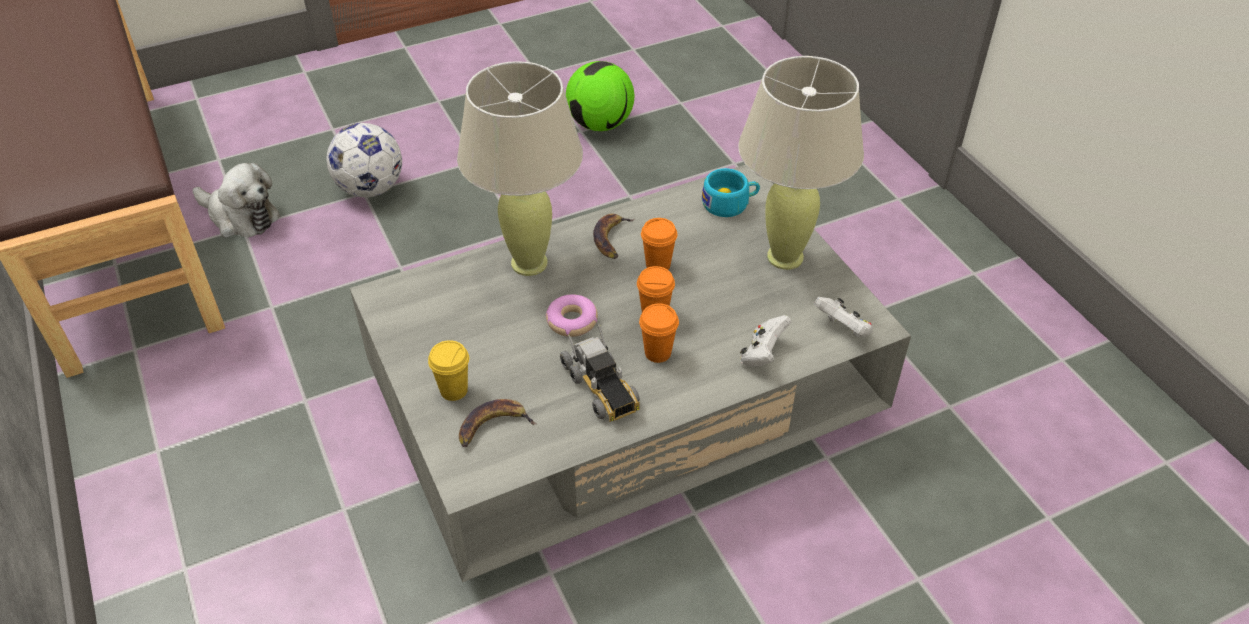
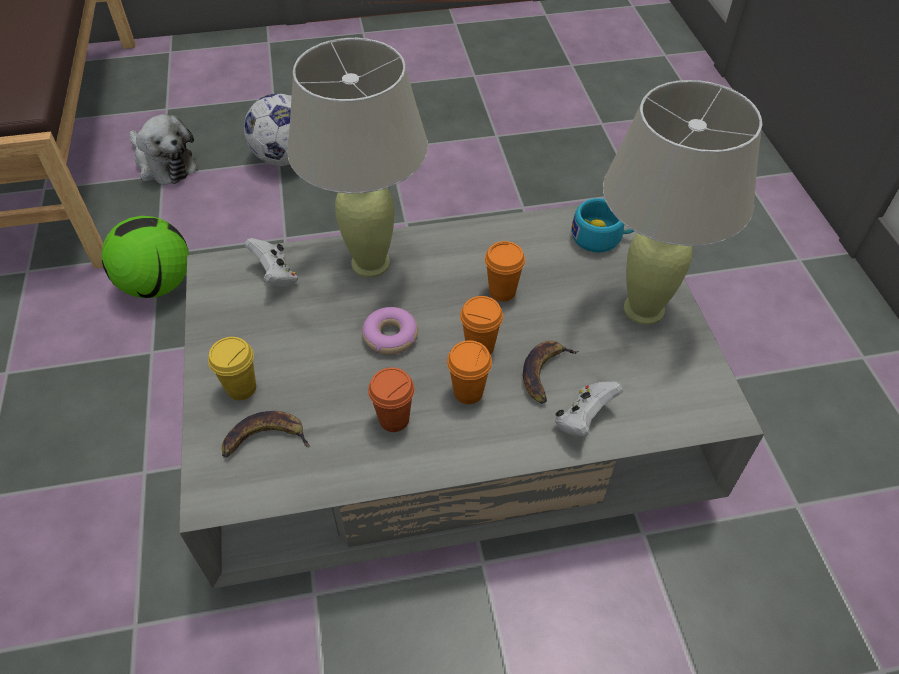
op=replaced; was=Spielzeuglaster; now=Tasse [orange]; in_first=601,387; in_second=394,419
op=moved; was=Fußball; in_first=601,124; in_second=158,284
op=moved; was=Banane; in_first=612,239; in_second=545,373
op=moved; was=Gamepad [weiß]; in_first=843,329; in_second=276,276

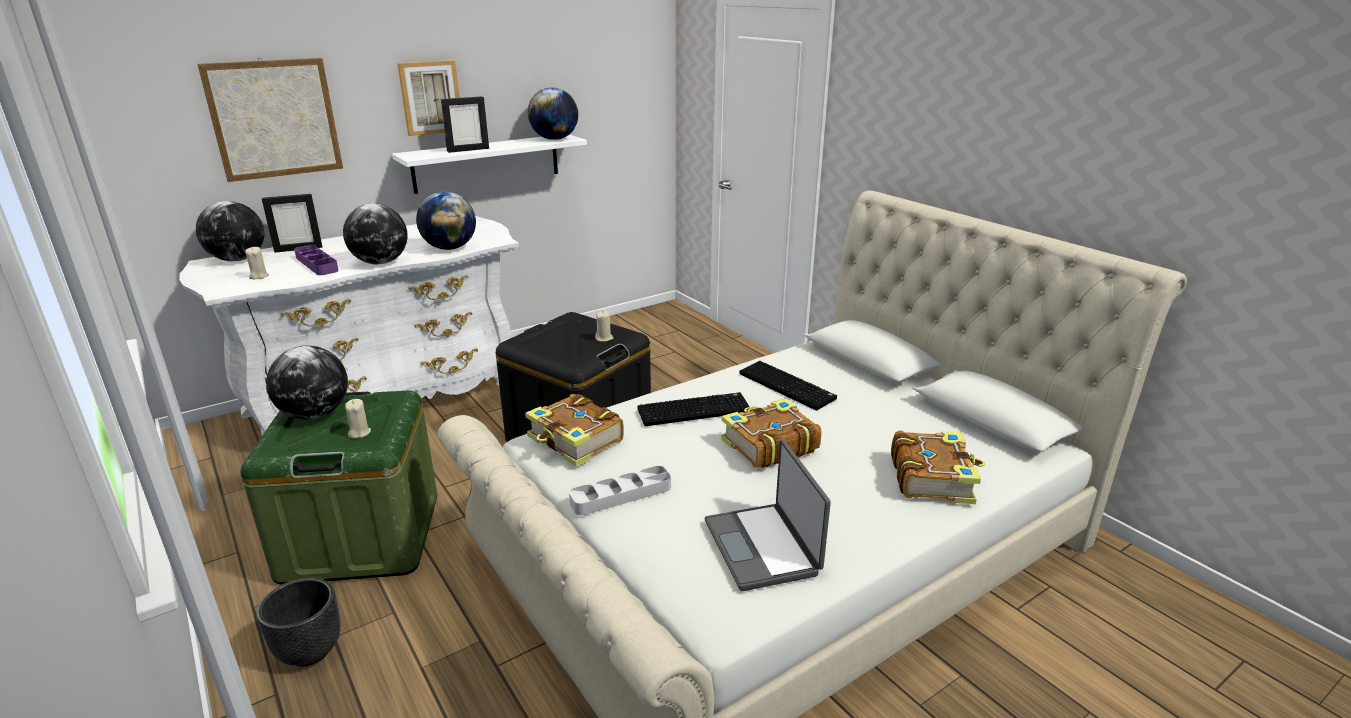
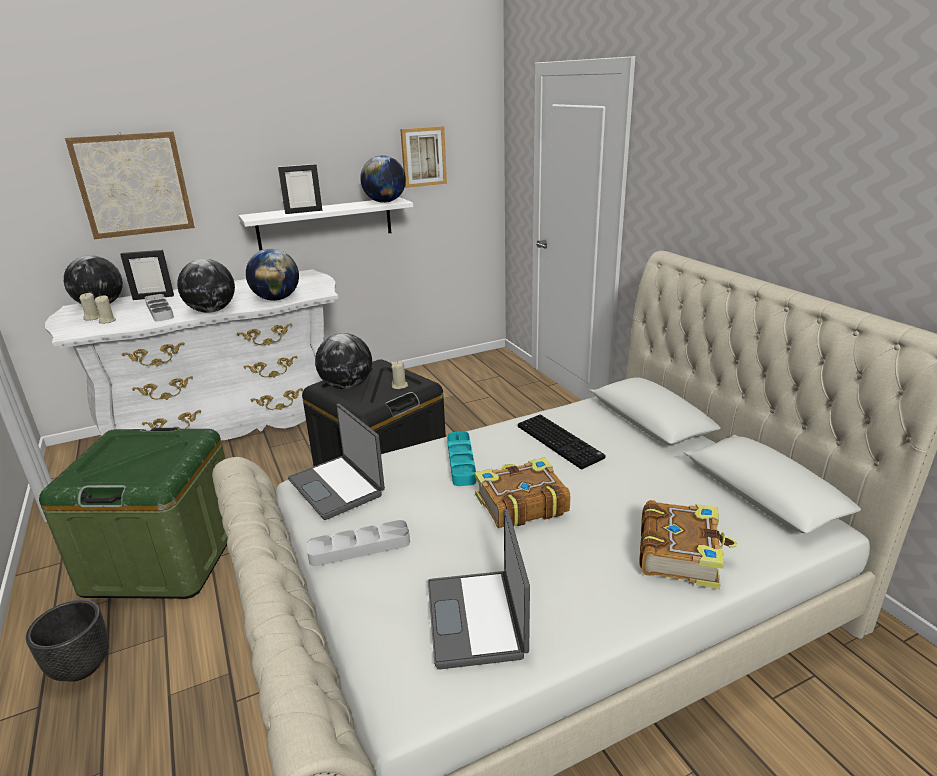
op=moved; was=Globus; in_first=315,414; in_second=347,386
op=recoloured; was=Tablett [lila]; now=Tablett [grau]; in_first=316,264; in_second=159,311
op=moved; was=Kerze [beige]; in_first=359,433; in_second=92,318
op=moved; was=Bild; in_first=430,97; in_second=423,157
op=replaced; was=Buch; now=Laptop; in_first=575,441; in_second=338,487
op=replaced; was=Tastatur; now=Tablett [türkis]; in_first=694,410; in_second=461,462

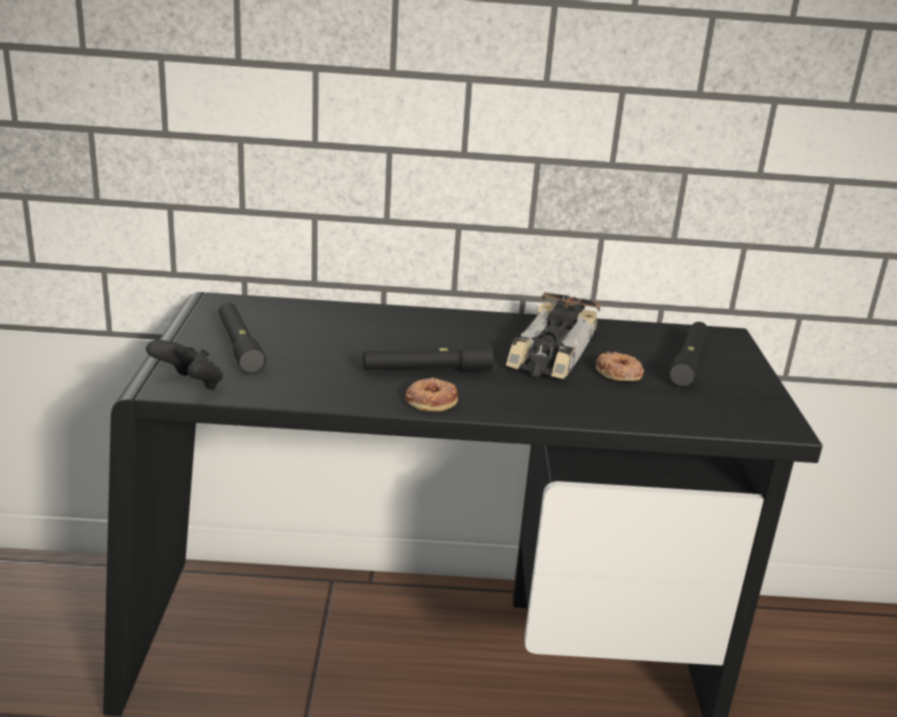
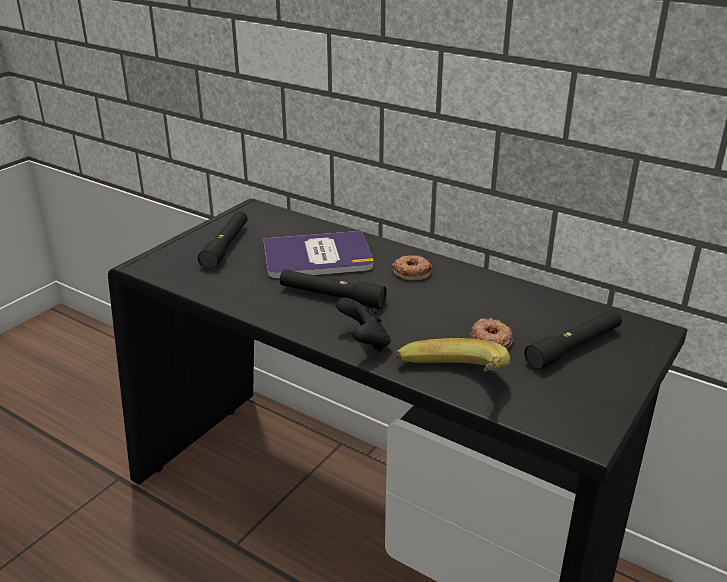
op=moved; was=Gamepad [schwarz]; in_first=189,386; in_second=365,342
op=moved; was=Donut; in_first=431,400; in_second=411,271
op=removed; was=Spielzeugauto; in_first=552,351
op=added; now=Buch; in_second=317,256
op=added; now=Banane; in_second=452,383

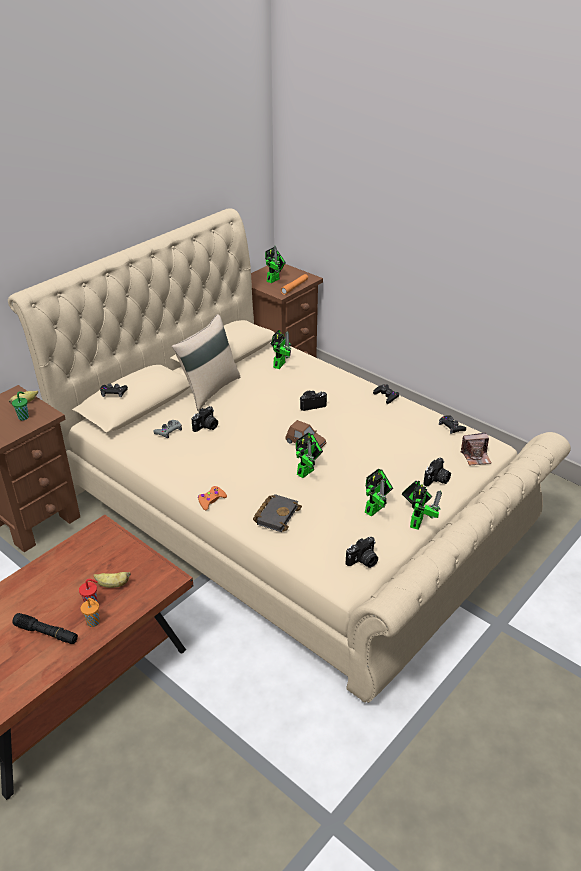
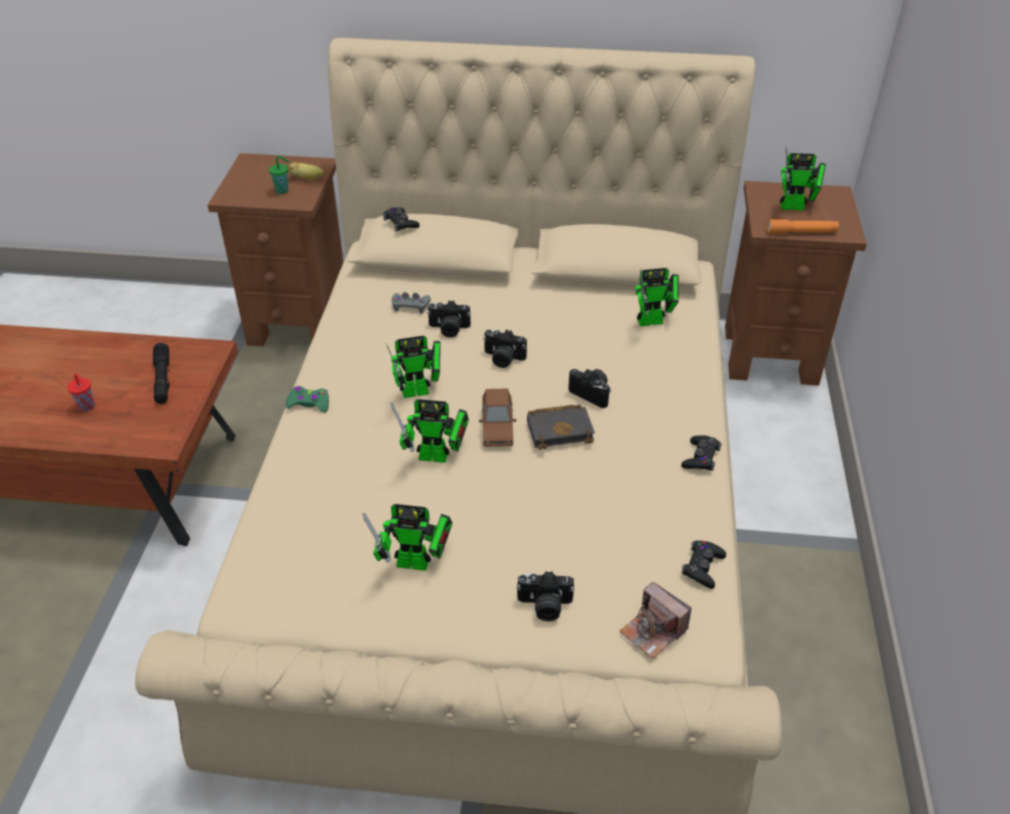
op=moved; was=Taschenlampe [schwarz]; in_first=46,633; in_second=162,379
op=removed; was=Tasse [orange]; in_first=94,622
op=removed; was=Banane; in_first=112,585
op=removed; was=Kissen [beige]; in_first=209,389
op=recoloured; was=Gamepad [orange]; now=Gamepad [grün]; in_first=211,500; in_second=309,403
op=moved; was=Buch [schwarz]; in_first=276,514; in_second=561,429
op=moved; was=Kamera; in_first=363,561; in_second=503,359
op=moved; was=Spielzeugroboter; in_first=417,520; in_second=420,391

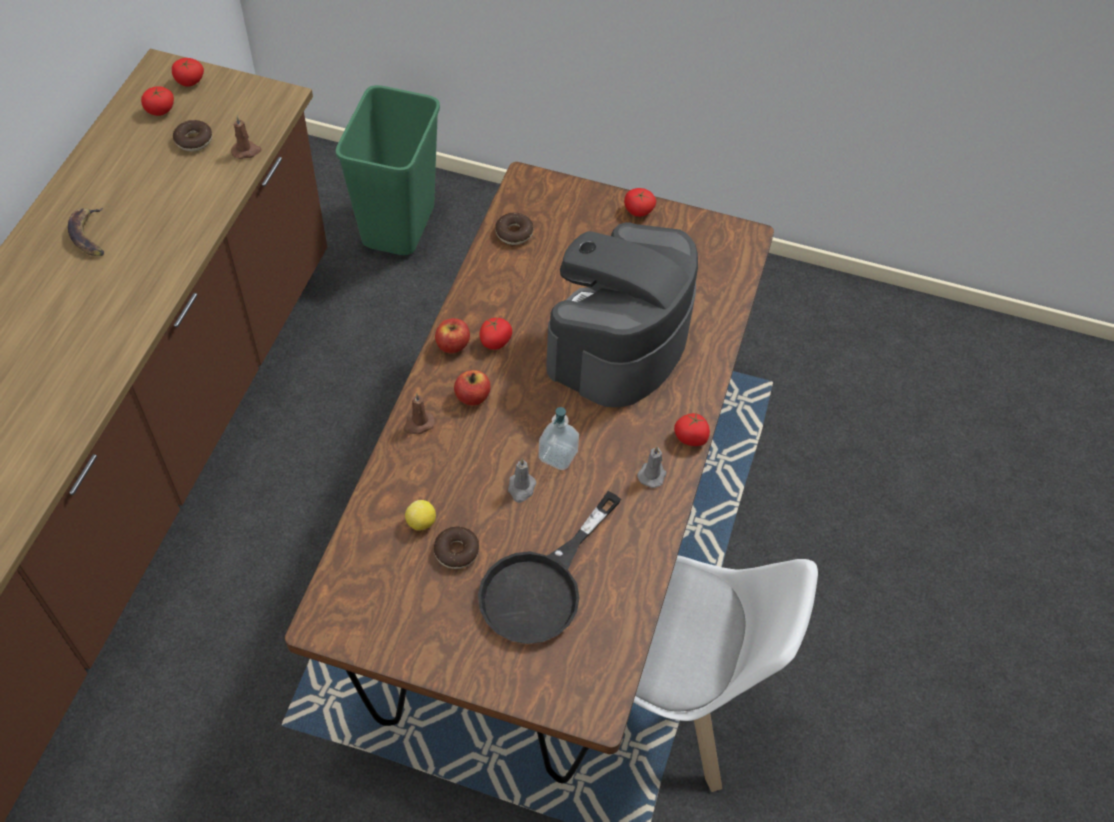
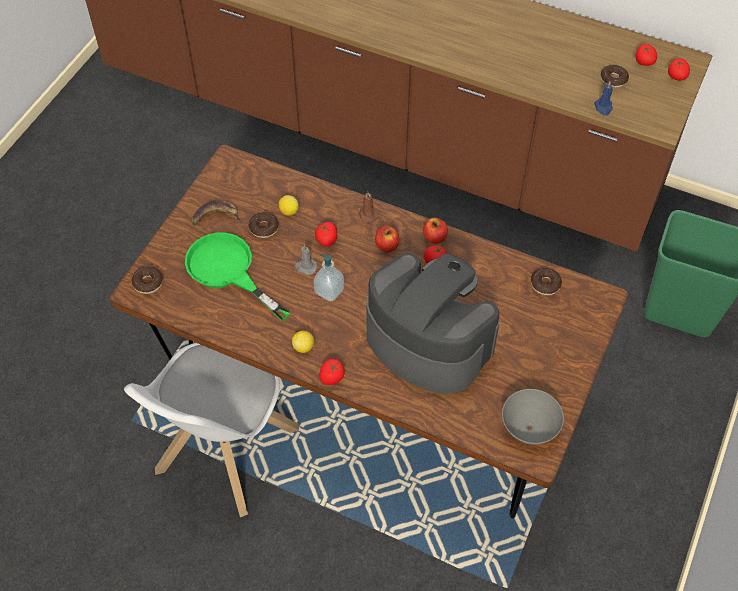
op=moved; was=Banane; in_first=88,235; in_second=216,216
op=recoloured; was=Kerze [braun]; now=Kerze [blau]; in_first=246,151; in_second=603,107
op=recoloured; was=Pfanne [schwarz]; now=Pfanne [grün]; in_first=541,586; in_second=228,271
op=moved; was=Tomate; in_first=638,211; in_second=327,240
op=replaced; was=Kerze [grau]; now=Zitrone; in_first=652,474; in_second=303,347
op=added; now=Donut; in_second=148,283
op=added; now=Schüssel [grau]; in_second=529,429

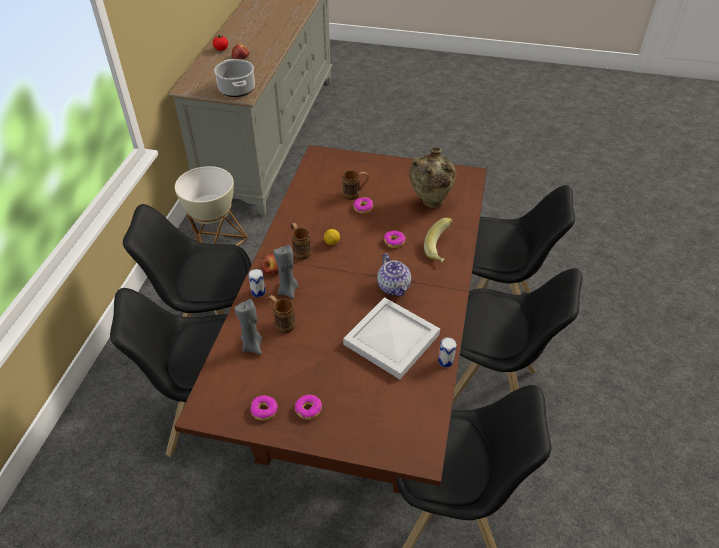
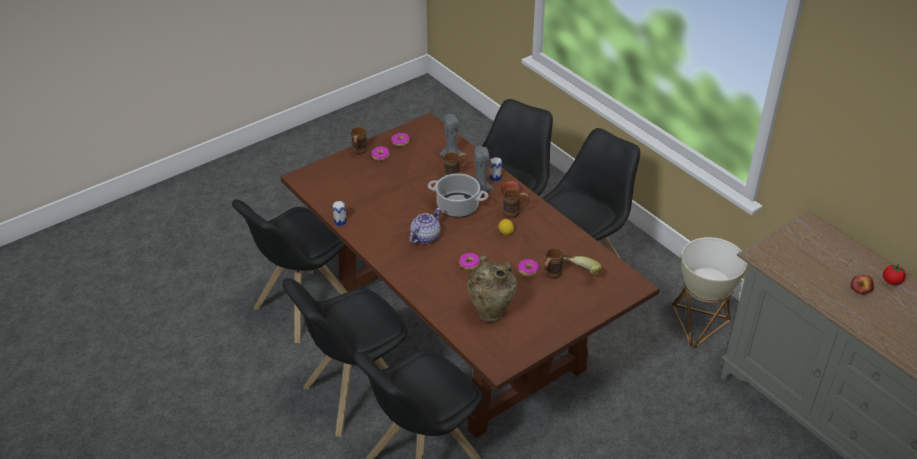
op=moved; was=Kochtopf; in_first=237,89; in_second=457,207
op=removed; was=Tablett [weiß]; in_first=391,338
op=turned; was=Teekanne; in_first=394,287; in_second=425,237; clockwise=105
op=moved; was=Banane; in_first=440,250; in_second=580,273
op=added; now=Henkelbecher [braun]; in_second=359,152

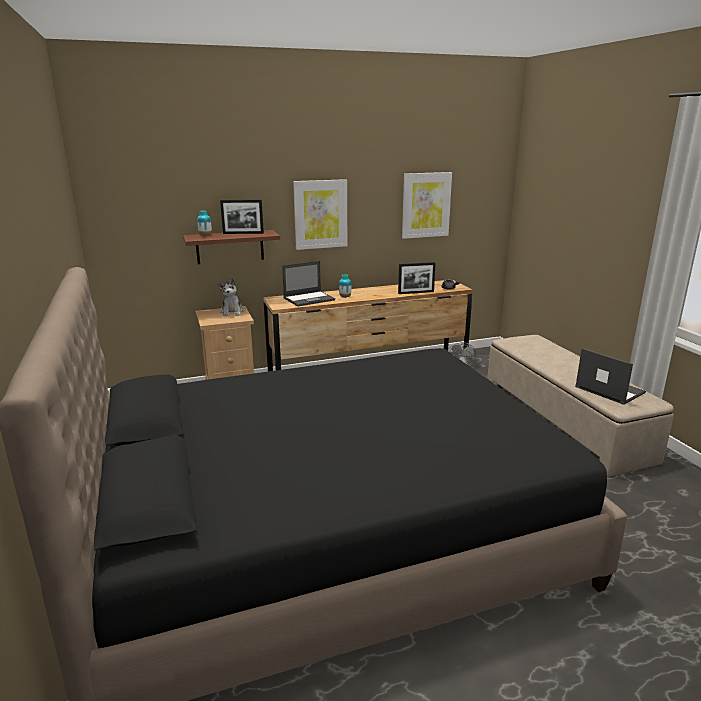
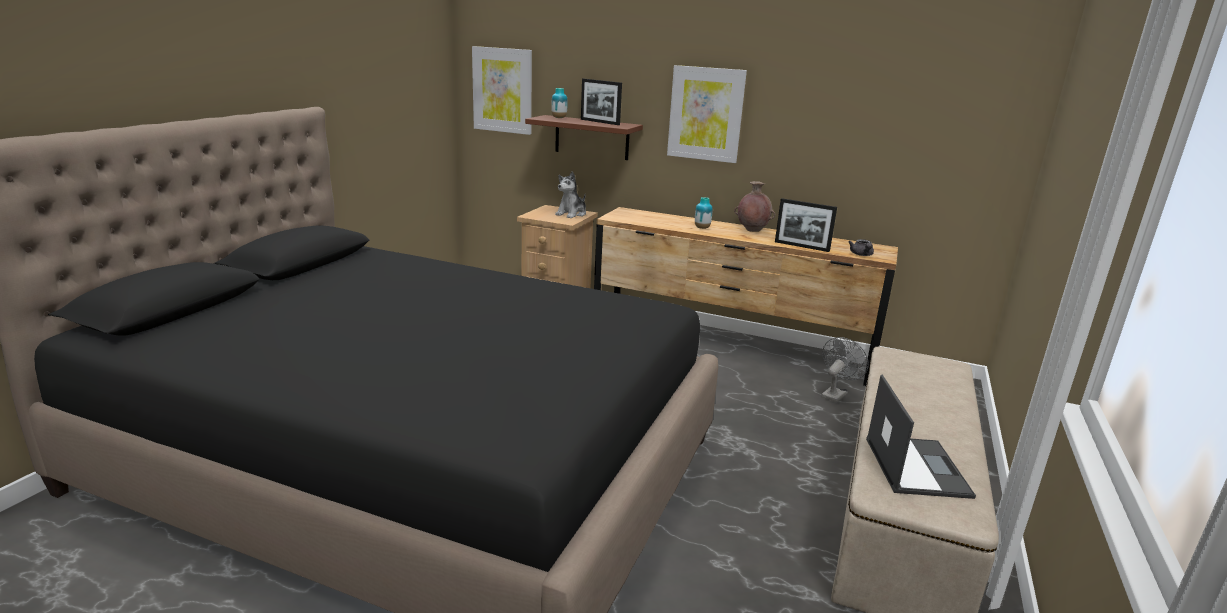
op=removed; was=Laptop; in_first=309,299
op=moved; was=Bild; in_first=426,205; in_second=502,90
op=added; now=Vase [braun]; in_second=752,230

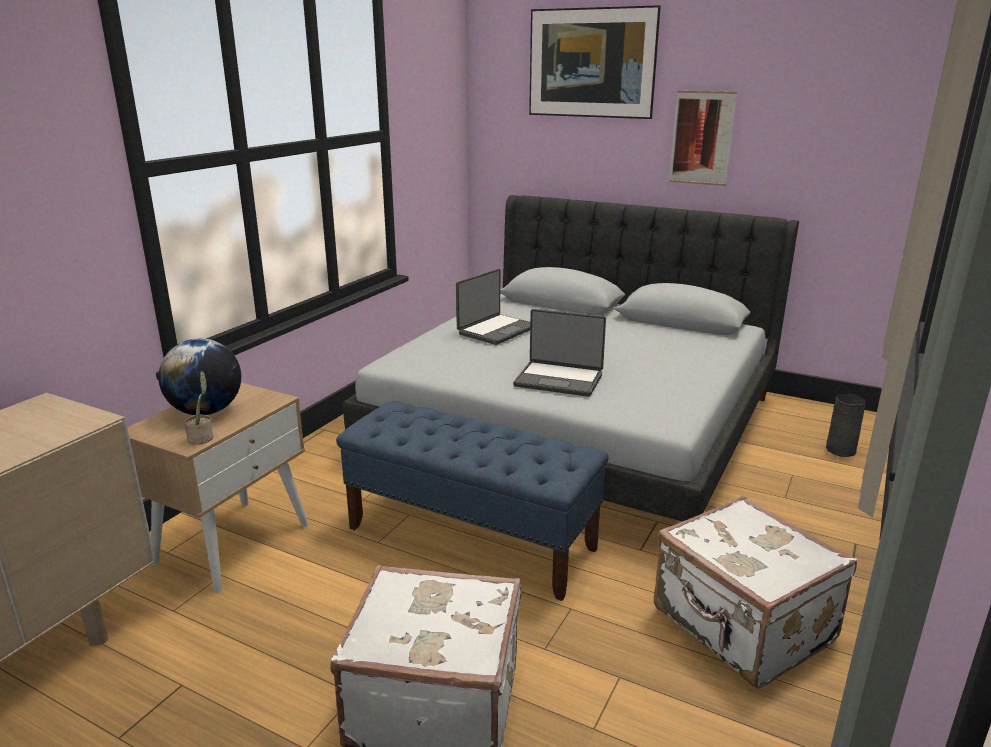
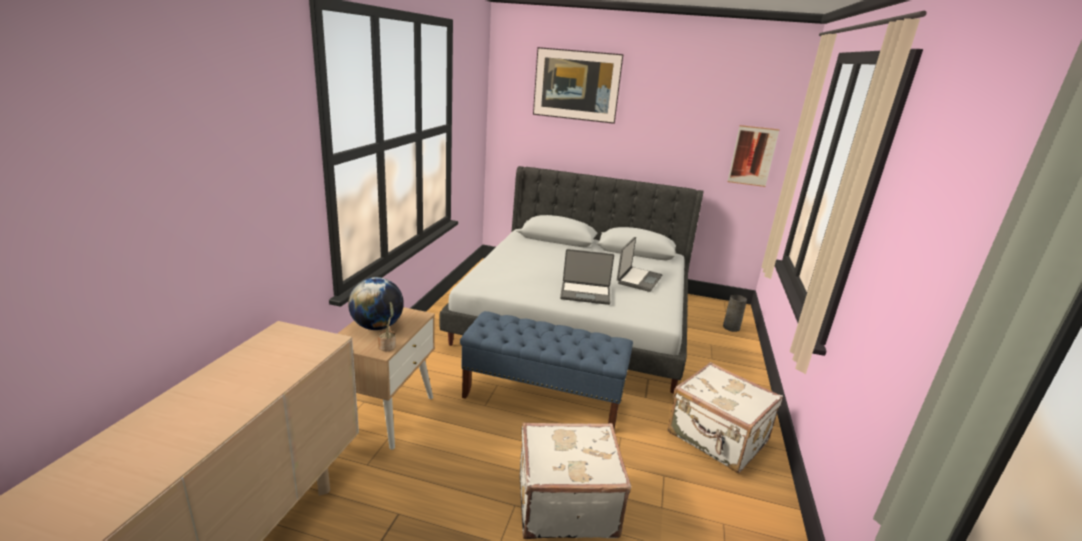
op=moved; was=Laptop; in_first=496,330; in_second=638,279
op=moved; was=Bild; in_first=702,138; in_second=752,156

